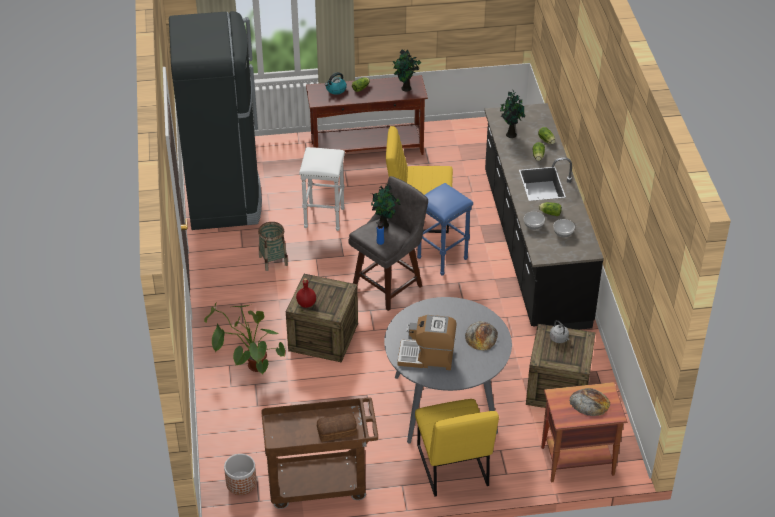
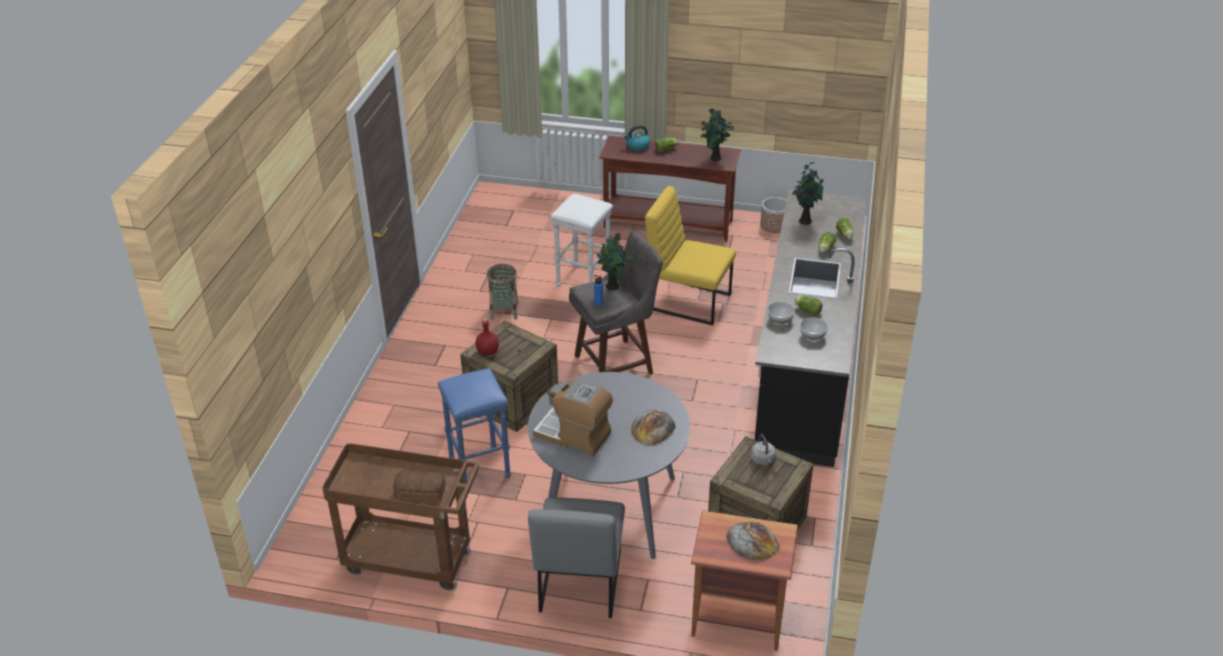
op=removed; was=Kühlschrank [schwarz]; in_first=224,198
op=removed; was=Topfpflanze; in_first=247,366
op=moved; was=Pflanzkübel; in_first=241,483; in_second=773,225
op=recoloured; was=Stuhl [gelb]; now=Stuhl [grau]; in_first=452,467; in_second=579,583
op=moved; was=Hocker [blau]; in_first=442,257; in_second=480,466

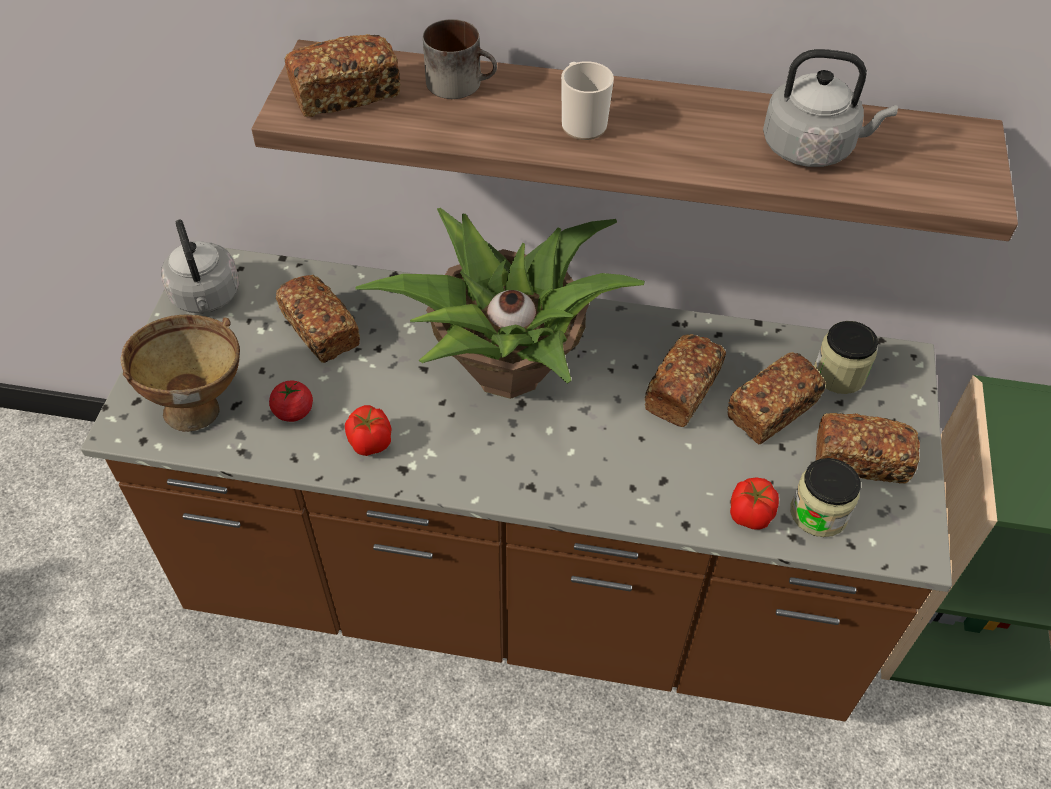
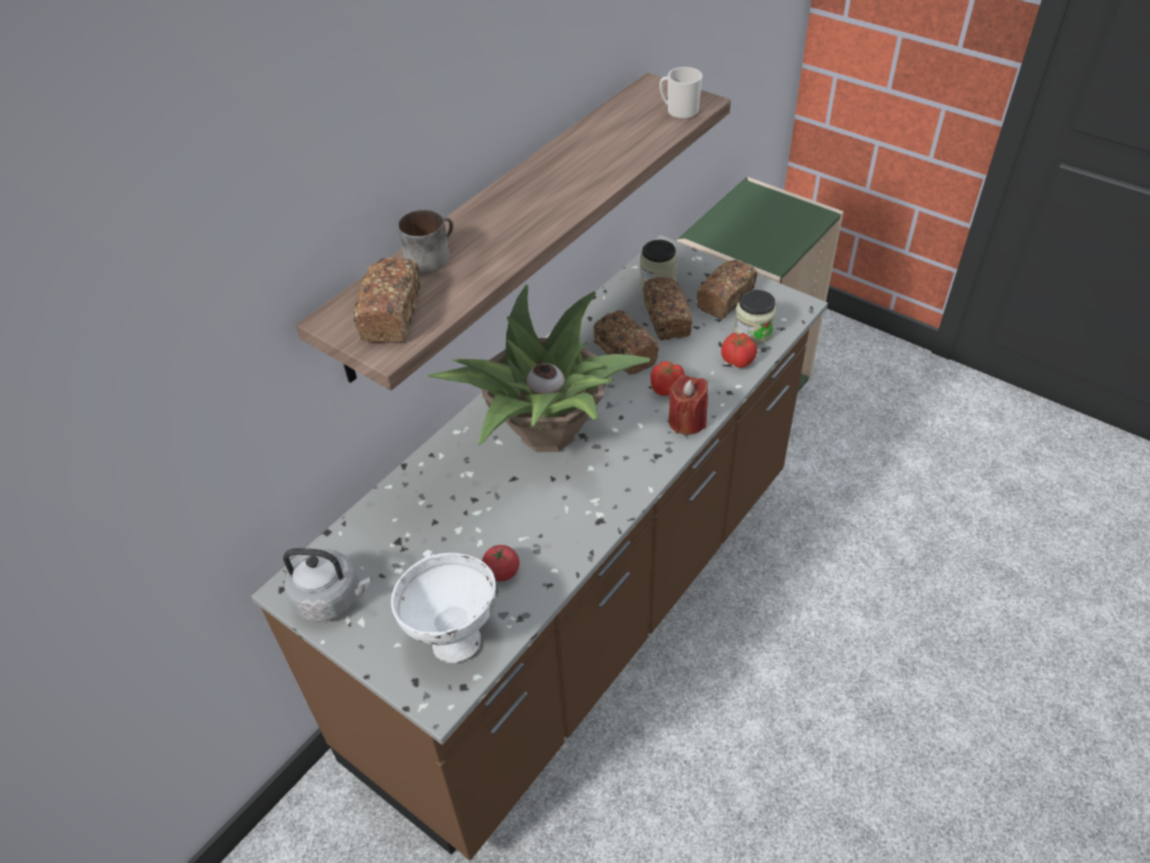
op=recoloured; was=Schüssel [braun]; now=Schüssel [weiß]; in_first=201,404; in_second=452,633
op=removed; was=Brot; in_first=321,330
op=moved; was=Tomate; in_first=370,442; in_second=668,389
op=moved; was=Henkelbecher; in_first=581,122; in_second=679,111
op=removed; was=Wasserkessel [grau]; in_first=812,148
op=added; now=Kerze [rot]; in_second=687,421

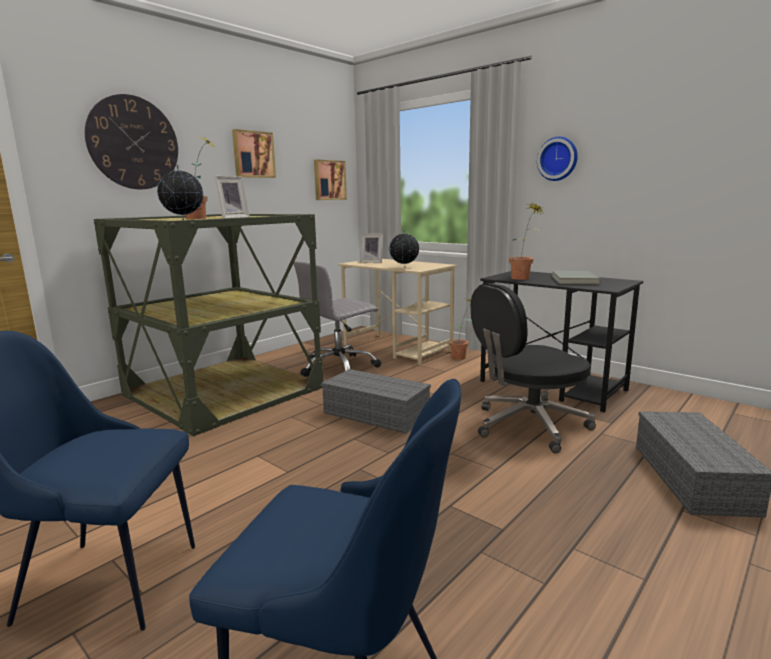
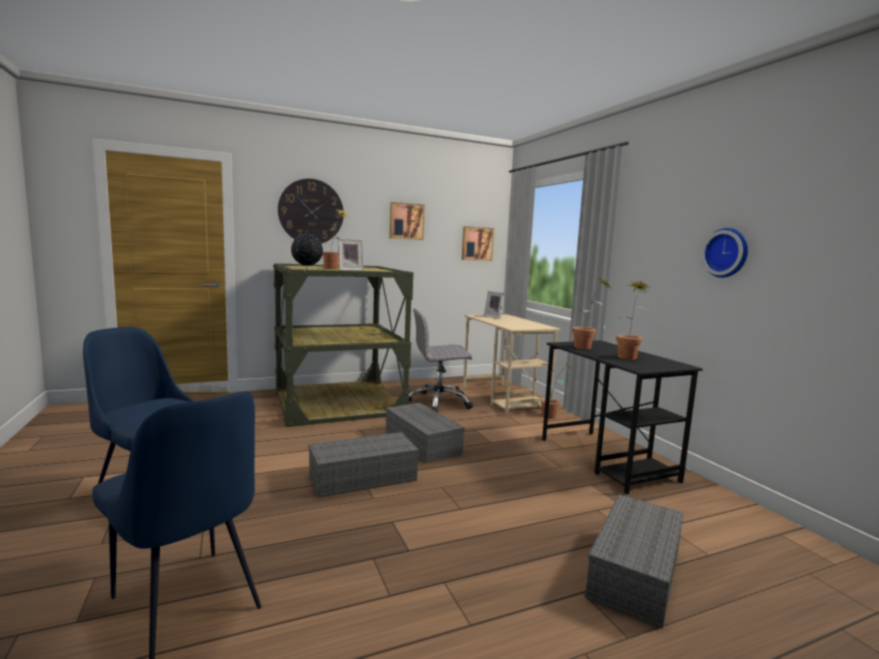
op=removed; was=Globus; in_first=404,268
op=removed; was=Bürostuhl [schwarz]; in_first=528,426
op=moved; was=Wanduhr; in_first=558,159; in_second=727,253
op=replaced; was=Buch [grau]; now=Topfpflanze; in_first=573,280; in_second=628,356
op=added; now=Aufbewahrungsbox [grau]; in_second=364,477

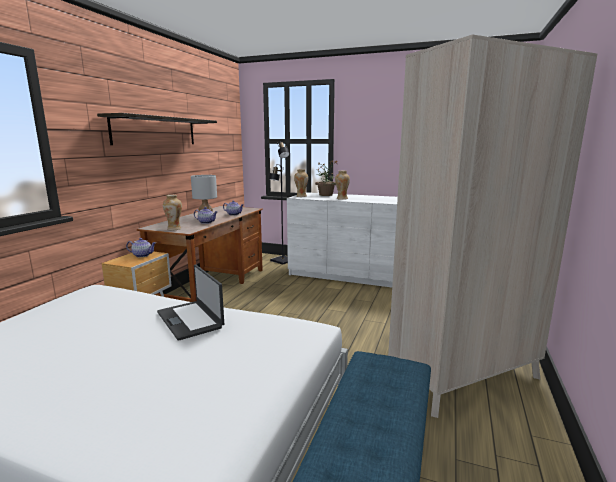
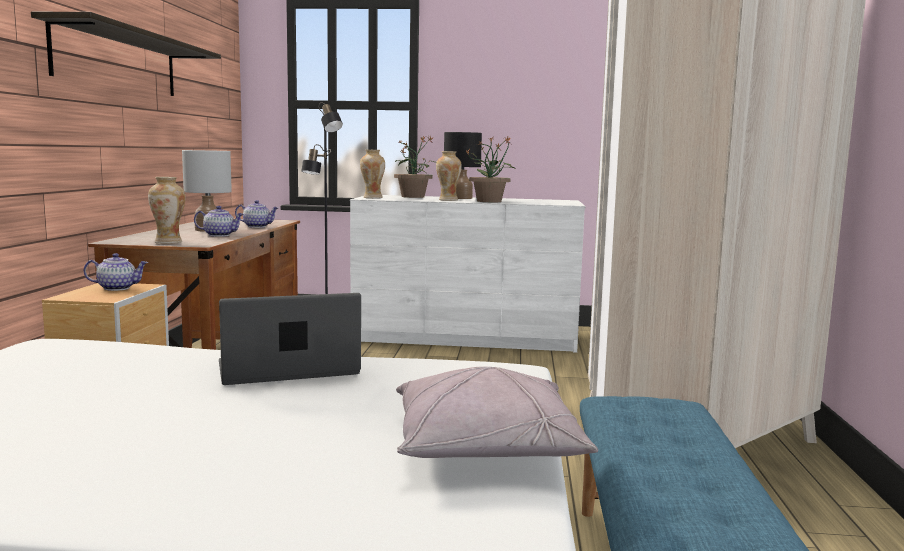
op=turned; was=Laptop; in_first=190,319; in_second=288,370; clockwise=120
op=added; now=Kissen [lila]; in_second=487,450
op=added; now=Tischlampe [schwarz]; in_second=461,198
op=added; now=Topfpflanze; in_second=490,201

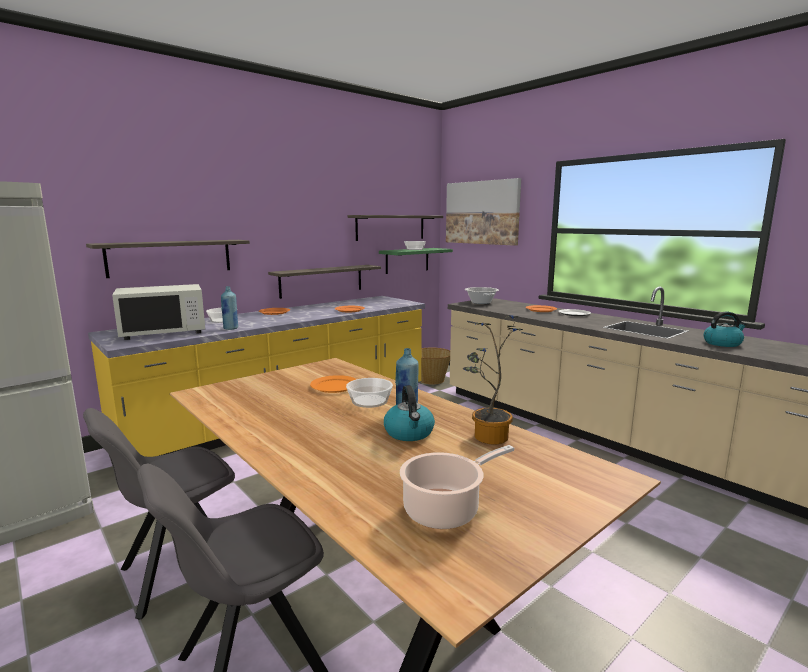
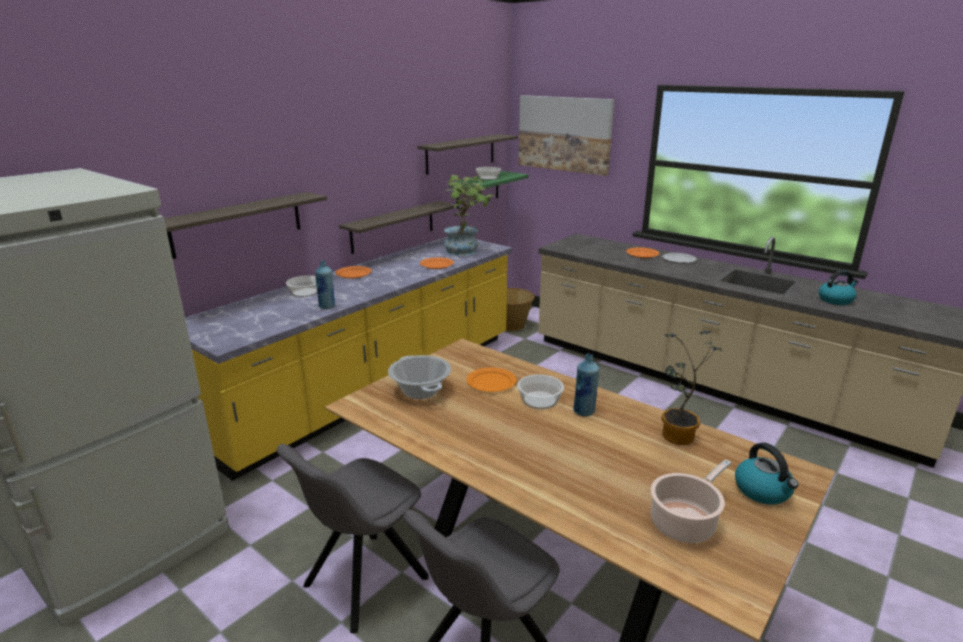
op=removed; was=Mikrowelle [weiß]; in_first=164,332
op=moved; was=Wasserkessel; in_first=409,433; in_second=763,491
op=moved; was=Kochtopf; in_first=481,302; in_second=420,391
op=added; now=Topfpflanze; in_second=466,251

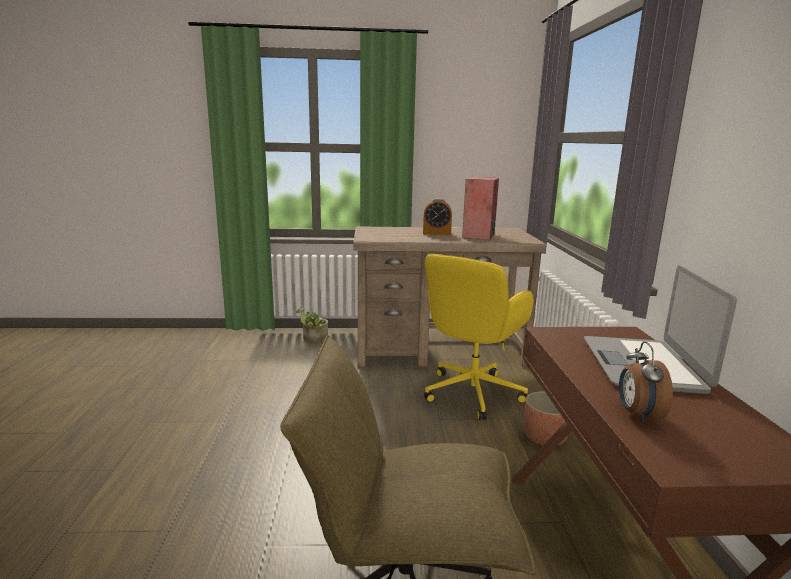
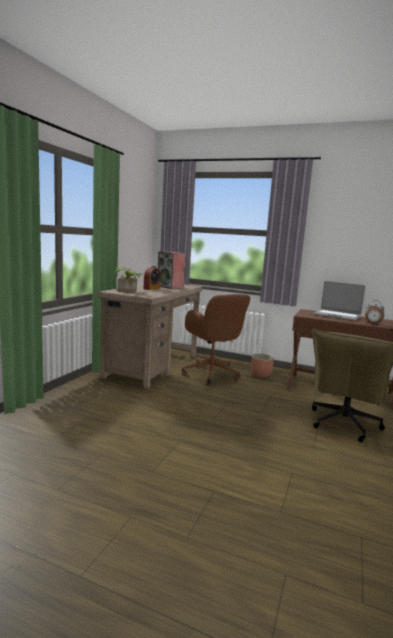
op=moved; was=Topfpflanze; in_first=313,337; in_second=127,291
op=recoloured; was=Bürostuhl [gelb]; now=Bürostuhl [braun]; in_first=472,394; in_second=211,374

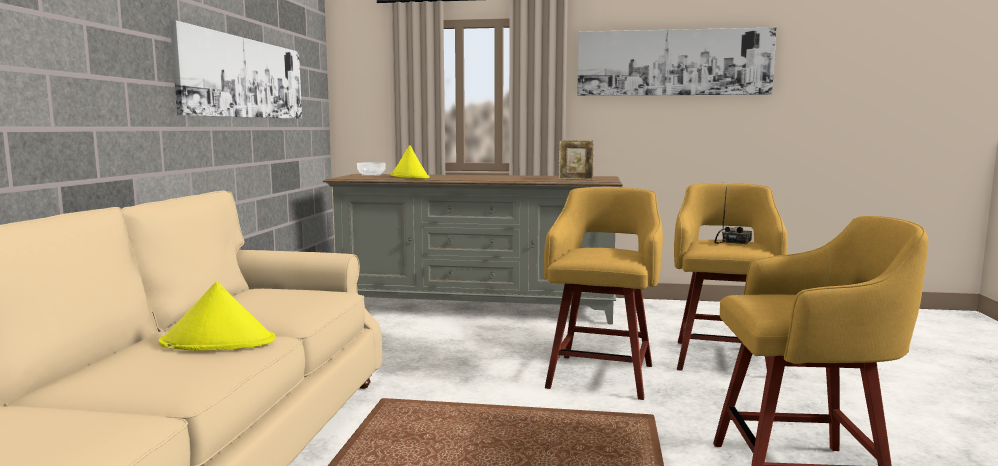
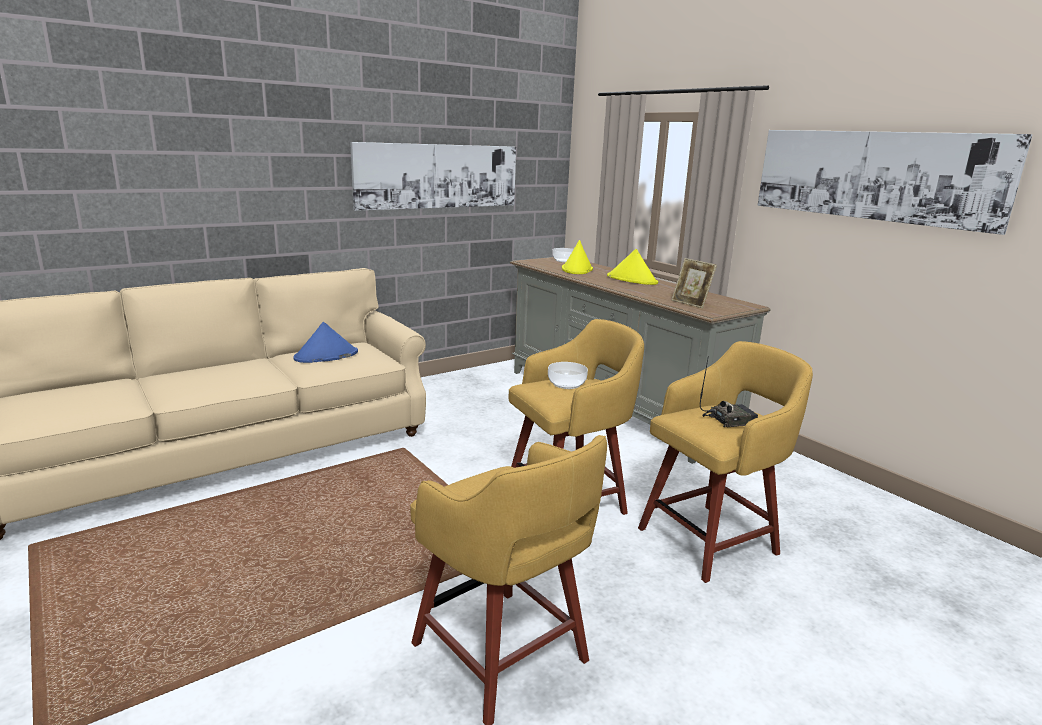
op=moved; was=Hut [gelb]; in_first=218,342; in_second=632,280
op=added; now=Hut [blau]; in_second=326,356
op=added; now=Schüssel; in_second=566,384

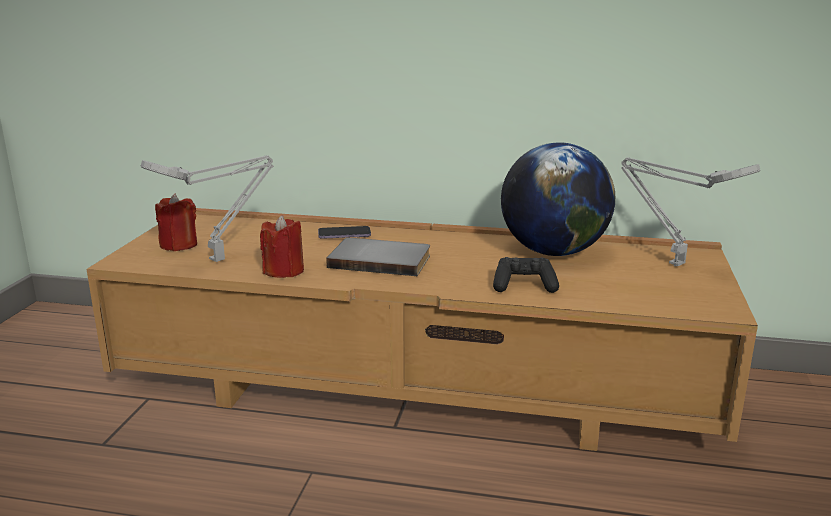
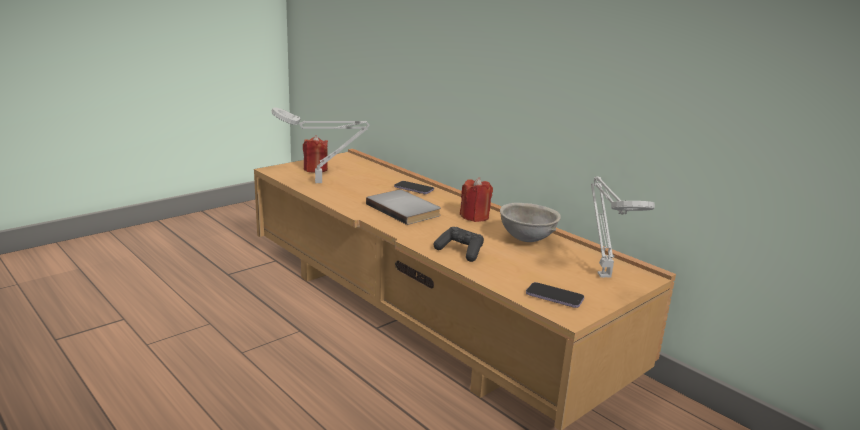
op=moved; was=Kerze [rot]; in_first=284,271; in_second=474,217
op=replaced; was=Globus; now=Schüssel [grau]; in_first=553,252; in_second=527,239
op=added; now=Handy; in_second=554,297

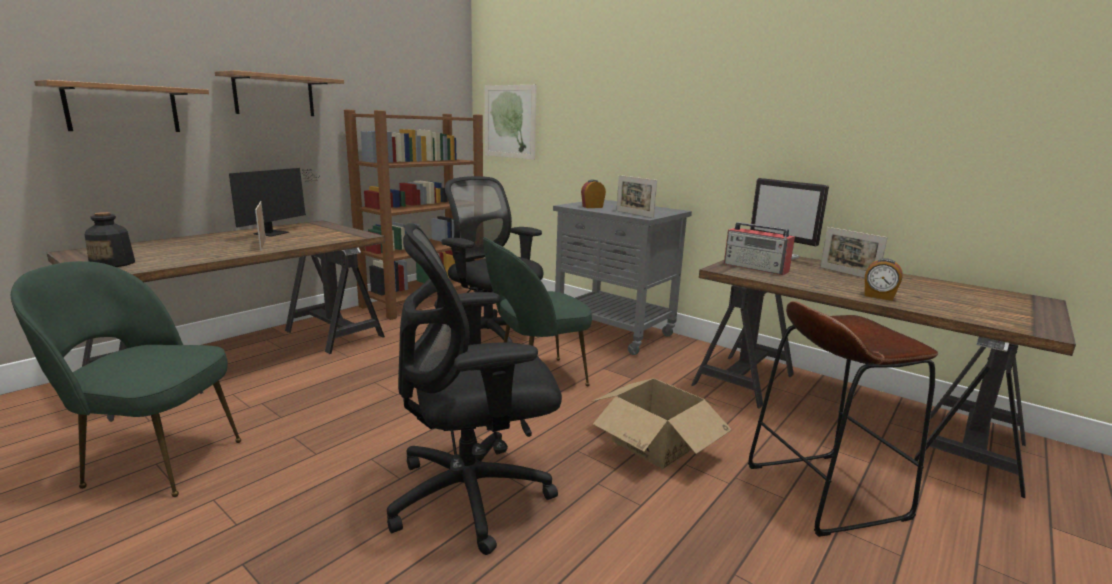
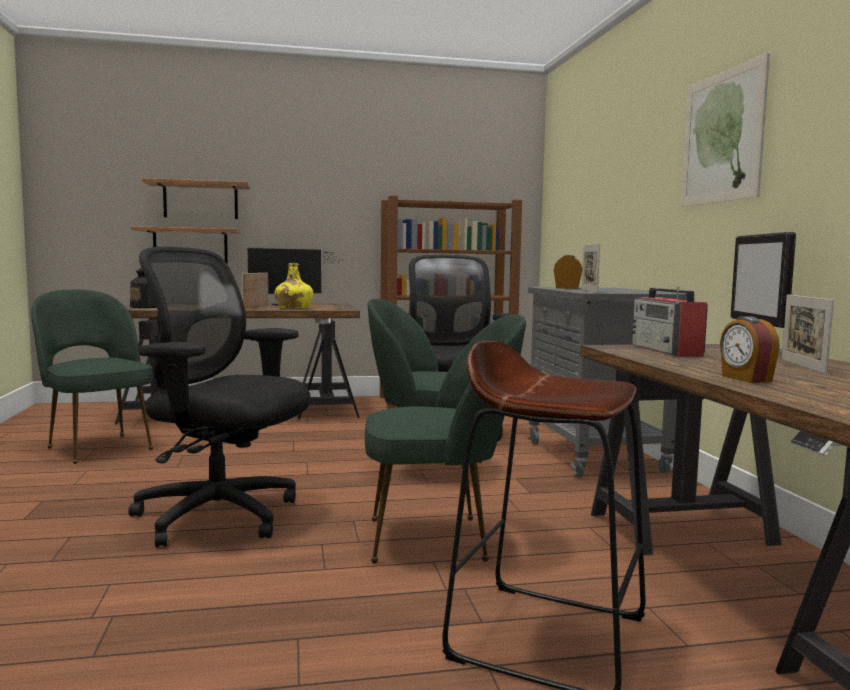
op=moved; was=Wandregal; in_first=274,95; in_second=190,246
op=moved; was=Bild; in_first=509,121; in_second=722,137
op=replaced; was=Karton; now=Stuhl [grün]; in_first=656,443; in_second=439,539
op=added; now=Flasche [gelb]; in_second=293,308

